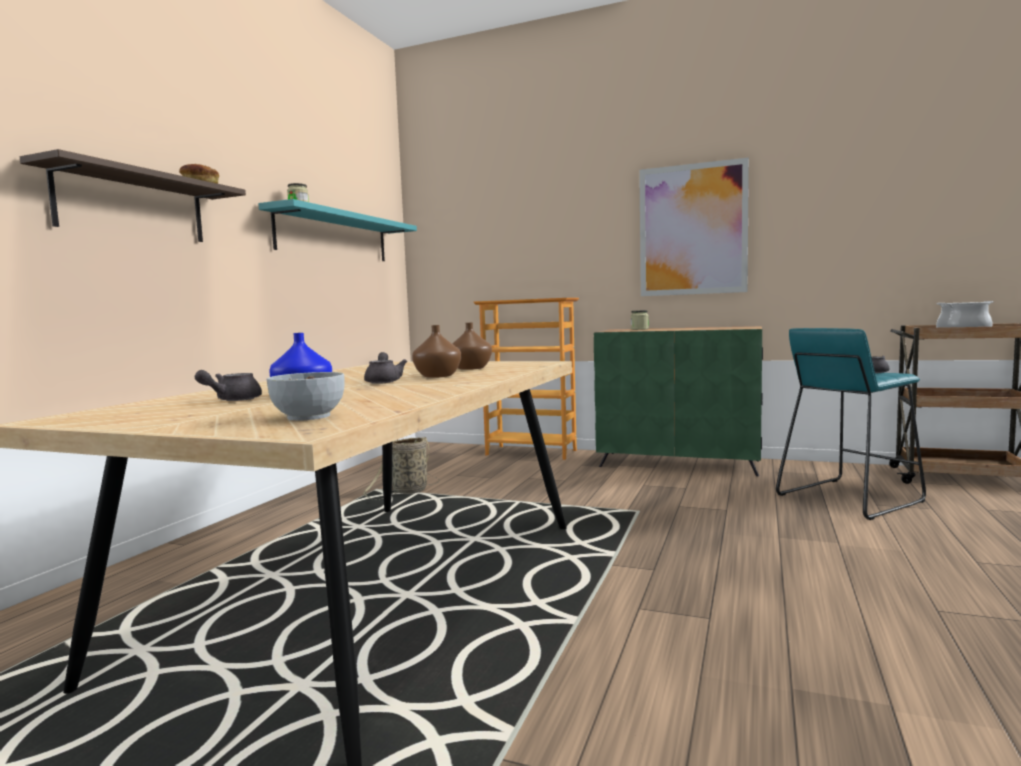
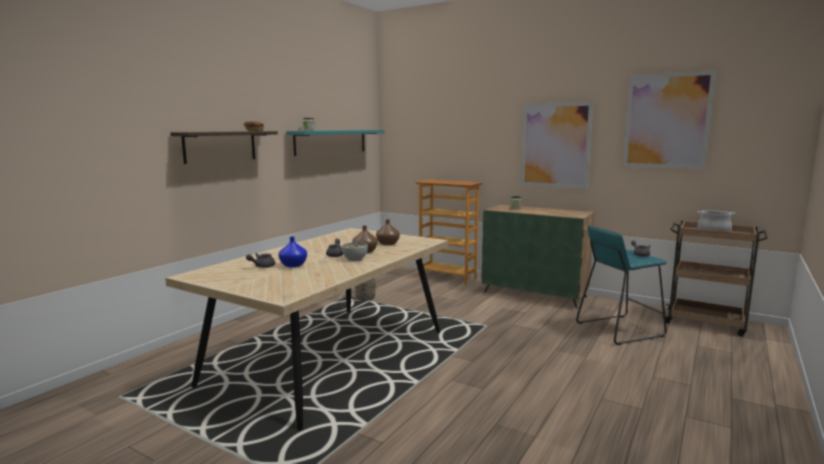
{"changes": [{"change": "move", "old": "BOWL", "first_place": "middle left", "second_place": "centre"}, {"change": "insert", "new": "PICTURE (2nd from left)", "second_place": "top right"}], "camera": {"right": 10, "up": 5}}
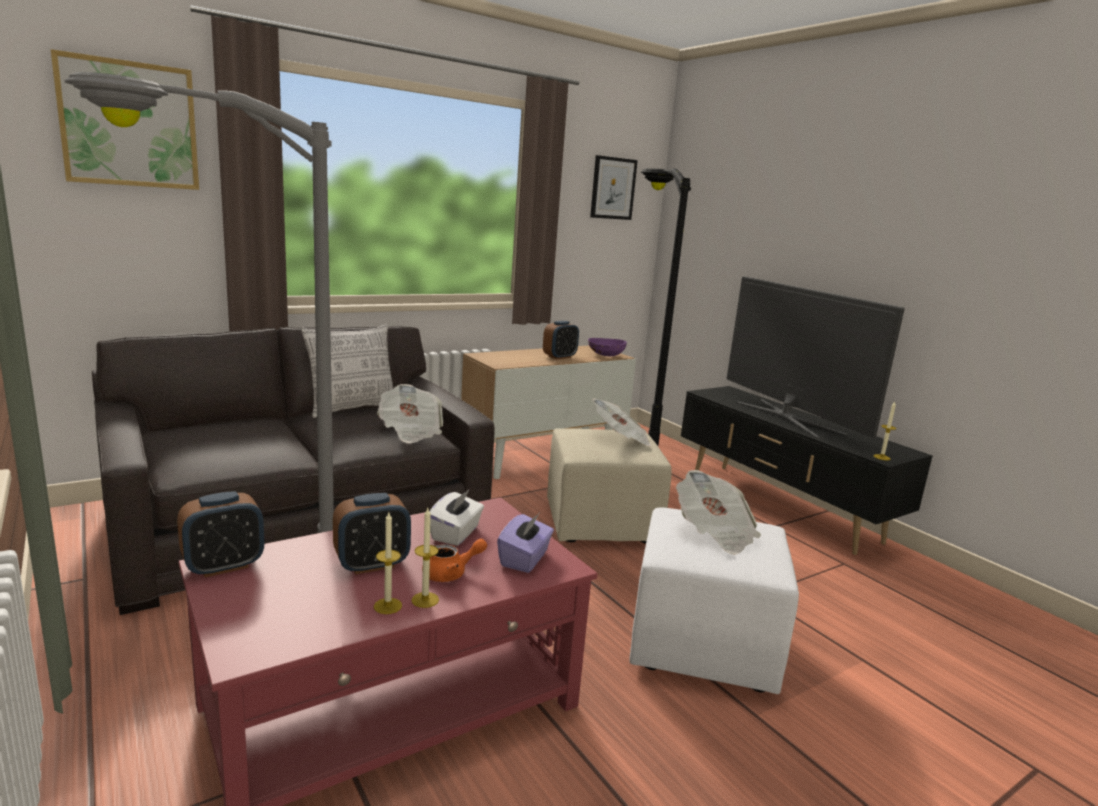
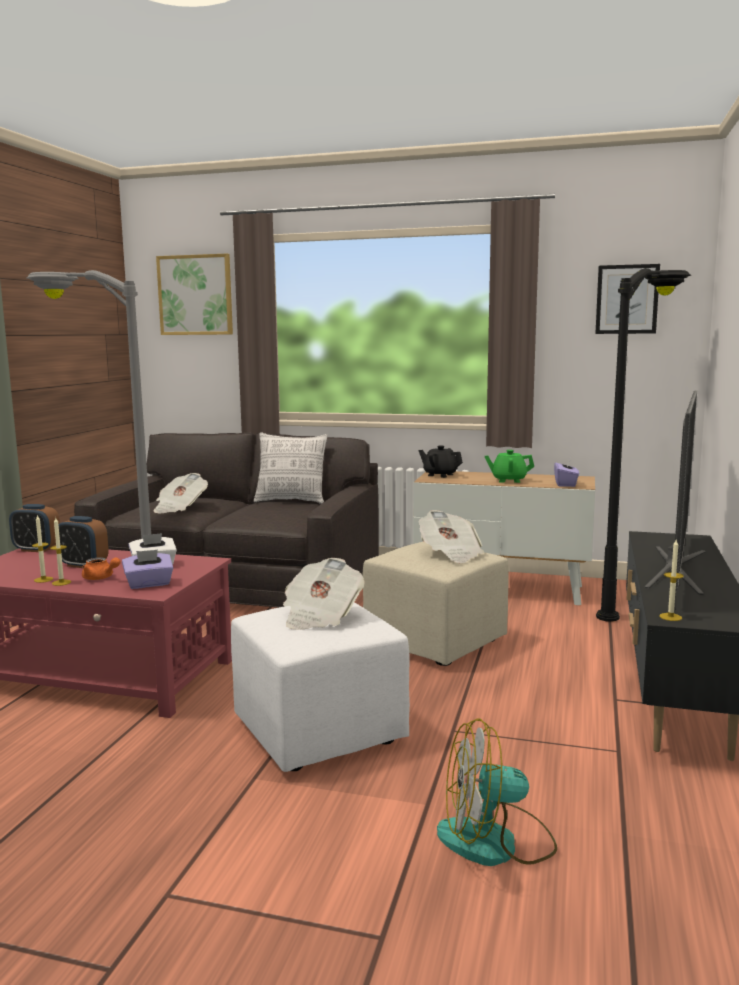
{"changes": [{"change": "replace", "old": "ALARM CLOCK (3rd from left)", "new": "GREEN TEAPOT", "first_place": "centre", "second_place": "middle right"}, {"change": "replace", "old": "PURPLE BOWL", "new": "PURPLE TISSUE BOX (2nd from left)", "first_place": "centre", "second_place": "middle right"}, {"change": "move", "old": "NEWSPAPER (1st from left)", "first_place": "centre", "second_place": "middle left"}, {"change": "insert", "new": "BLACK TEAPOT", "second_place": "centre"}, {"change": "insert", "new": "FAN", "second_place": "bottom right"}], "camera": {"right": 50, "up": -5}}
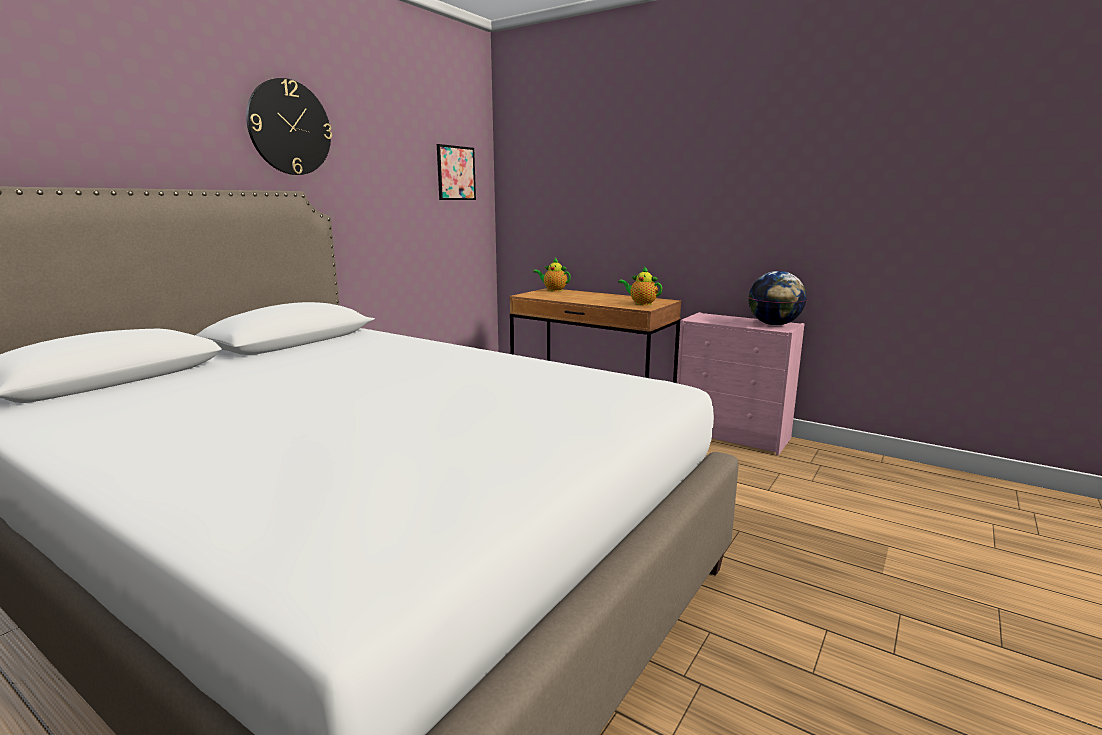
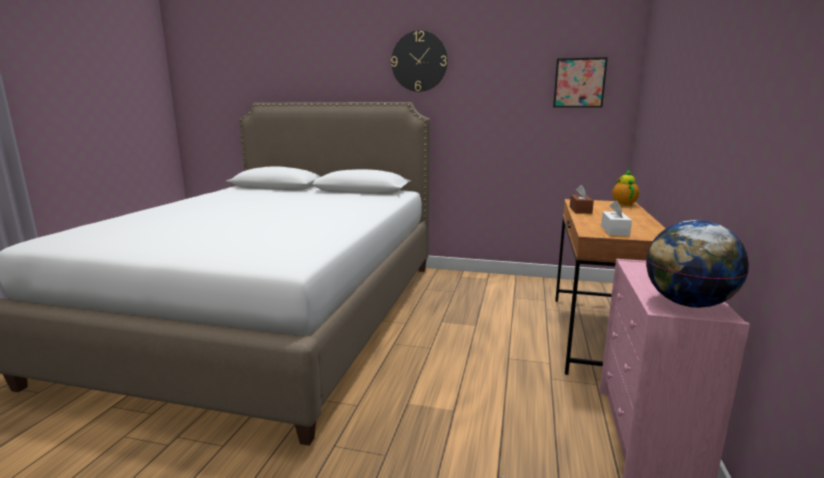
{"changes": [{"change": "replace", "old": "TEAPOT (2nd from left)", "new": "WHITE TISSUE BOX", "first_place": "centre", "second_place": "middle right"}, {"change": "insert", "new": "BROWN TISSUE BOX", "second_place": "middle right"}], "camera": {"right": 70, "up": 0}}
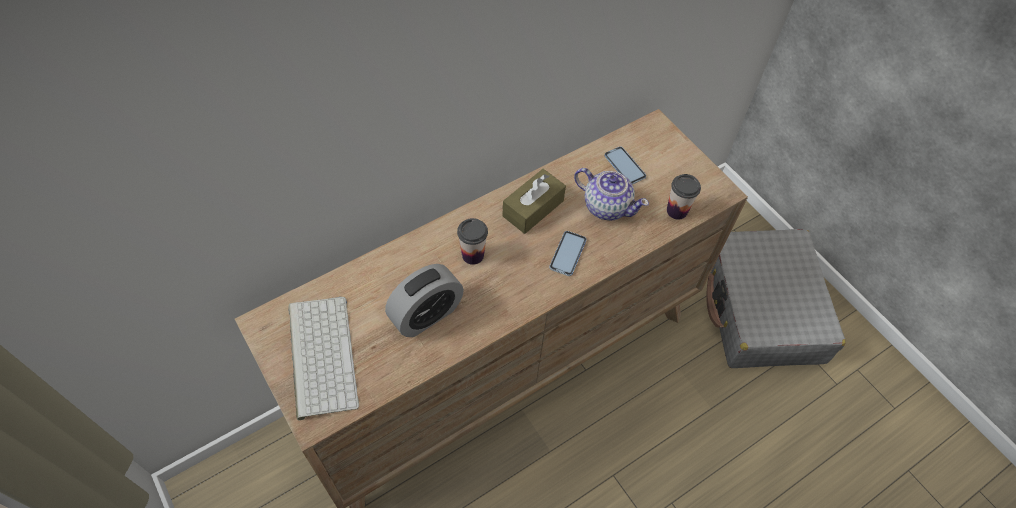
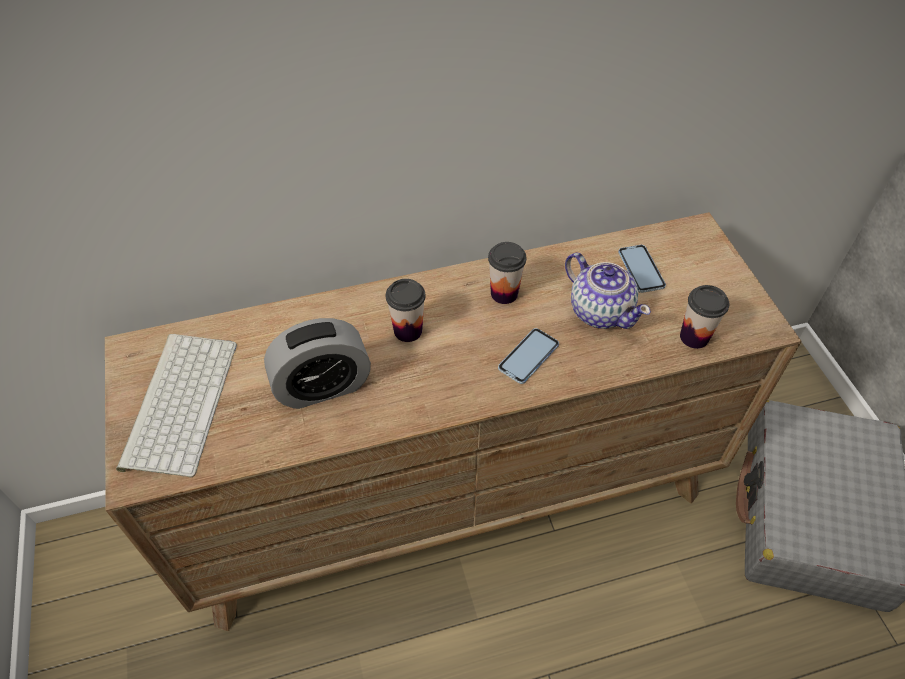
{"changes": [{"change": "replace", "old": "BROWN TISSUE BOX", "new": "CUP (2nd from left)", "first_place": "centre", "second_place": "centre"}], "camera": {"right": 20, "up": -5}}
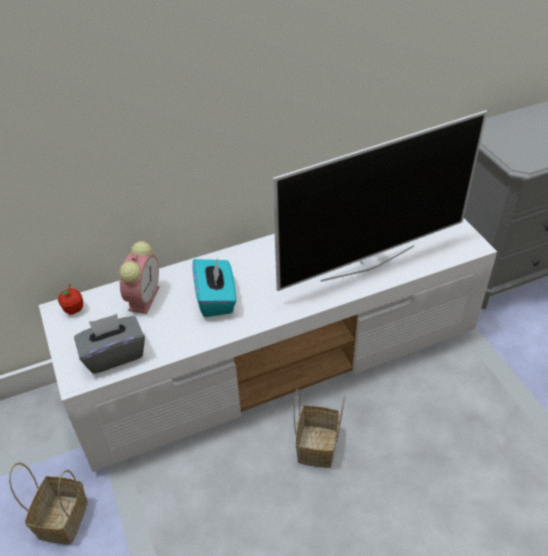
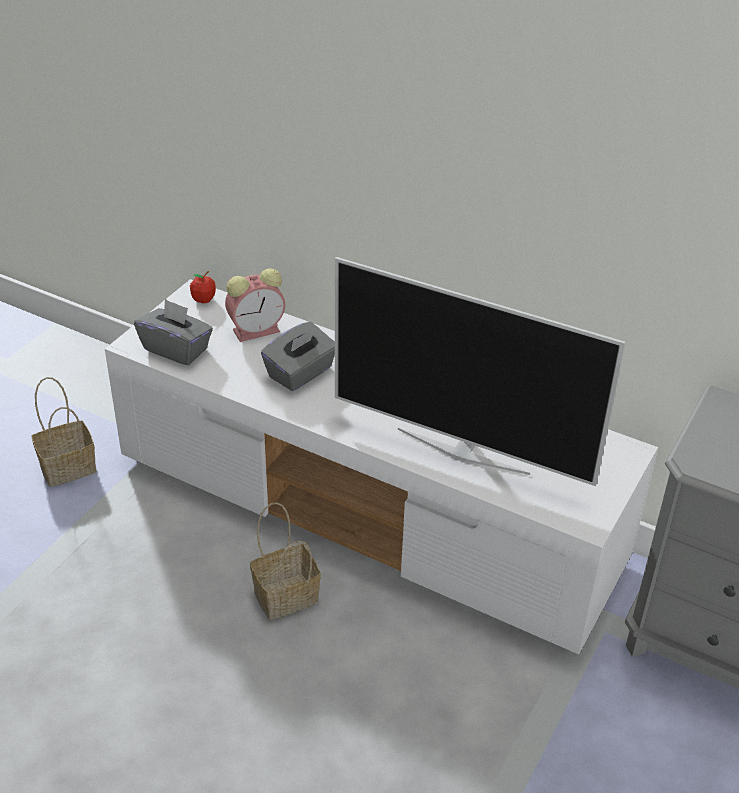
{"changes": [{"change": "recolor", "old": "TURQUOISE TISSUE BOX", "new": "GREY TISSUE BOX (2nd from left)", "first_place": "centre", "second_place": "centre"}], "camera": {"right": 50, "up": -5}}
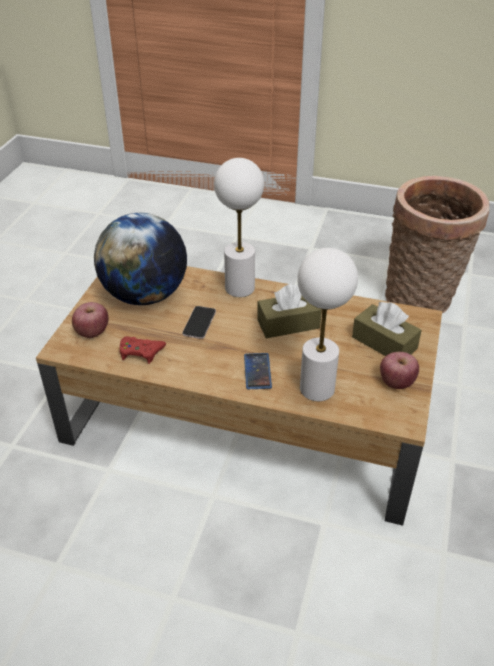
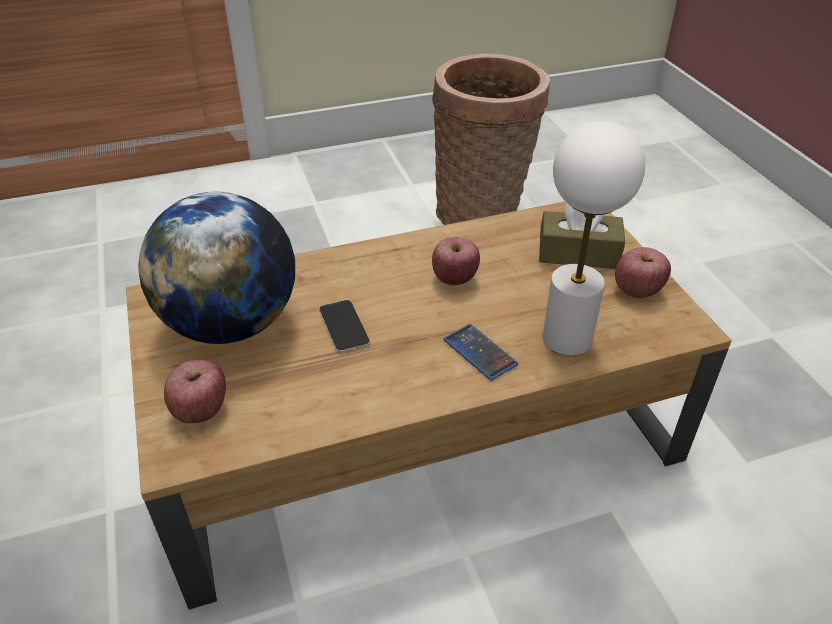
{"changes": [{"change": "delete", "old": "WHITE TABLE LAMP (1st from left)", "first_place": "centre"}, {"change": "replace", "old": "BROWN TISSUE BOX (1st from left)", "new": "APPLE (2nd from left)", "first_place": "centre", "second_place": "centre"}, {"change": "delete", "old": "RED GAME CONTROLLER", "first_place": "middle left"}], "camera": {"right": -35, "up": 0}}
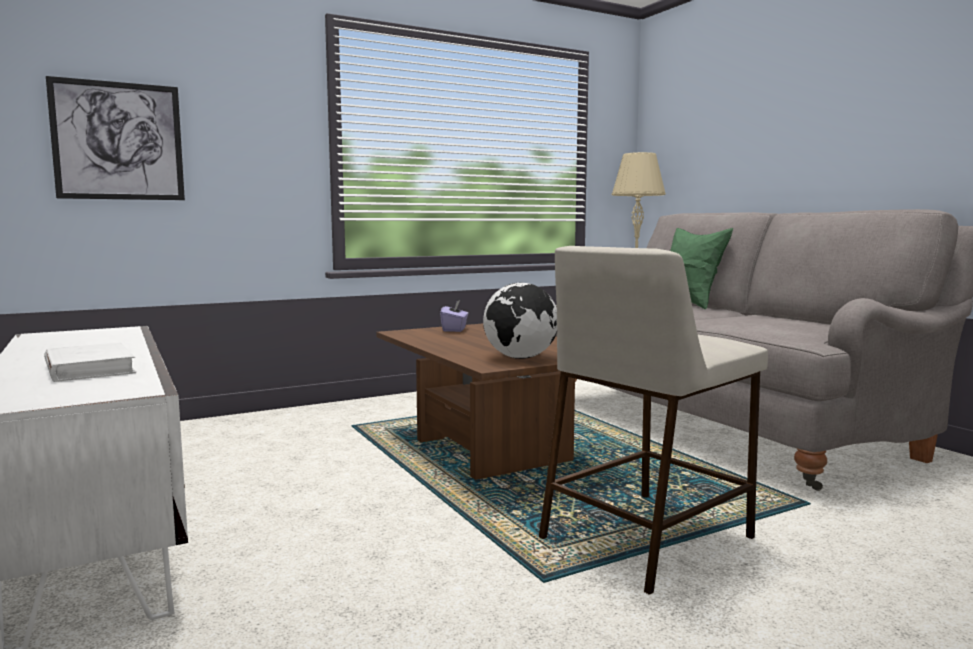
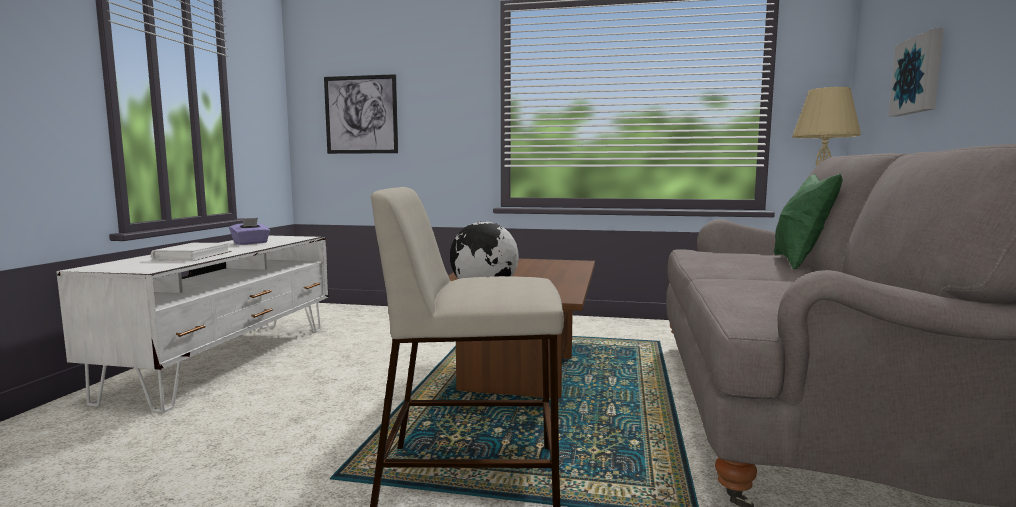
{"changes": [{"change": "move", "old": "PURPLE TISSUE BOX", "first_place": "centre", "second_place": "middle left"}, {"change": "insert", "new": "PICTURE (2nd from left)", "second_place": "top right"}], "camera": {"right": 40, "up": 0}}
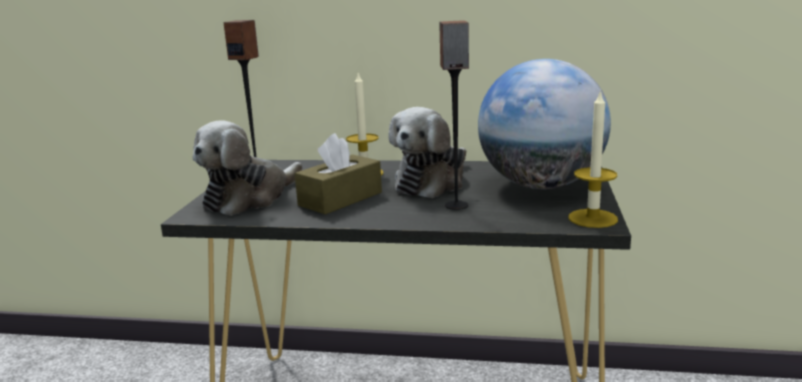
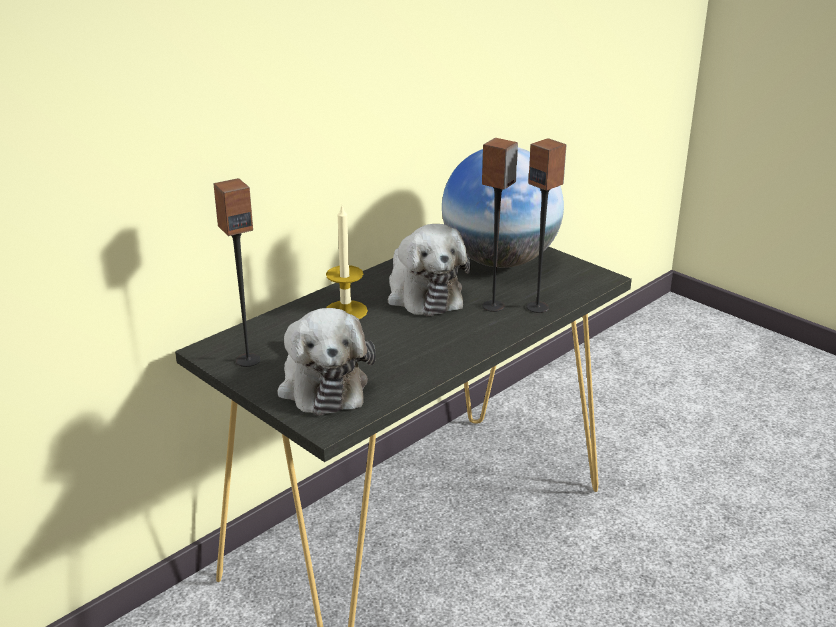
{"changes": [{"change": "delete", "old": "CANDLE (2nd from left)", "first_place": "middle right"}, {"change": "delete", "old": "BROWN TISSUE BOX", "first_place": "centre"}, {"change": "insert", "new": "SPEAKER (3rd from left)", "second_place": "centre"}], "camera": {"right": -55, "up": 10}}
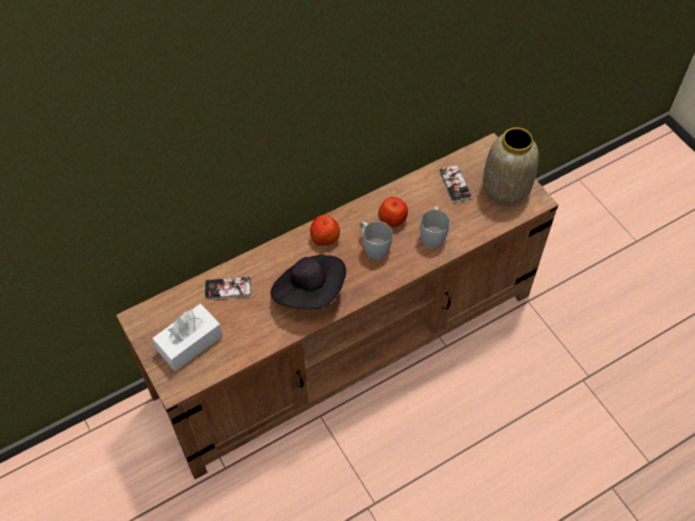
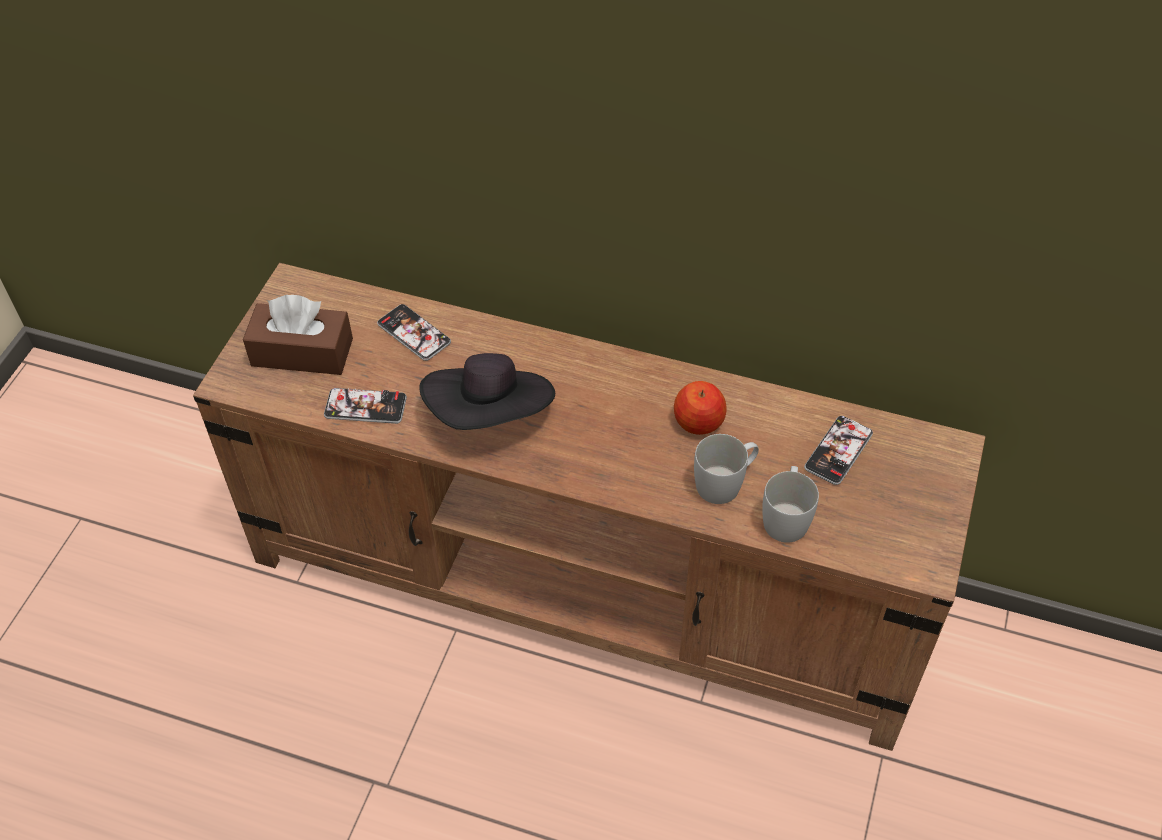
{"changes": [{"change": "delete", "old": "VASE", "first_place": "top right"}, {"change": "delete", "old": "APPLE (1st from left)", "first_place": "centre"}, {"change": "move", "old": "WHITE MUG (1st from left in the first image)", "new": "WHITE MUG (2nd from left)", "first_place": "centre", "second_place": "middle right"}, {"change": "recolor", "old": "WHITE TISSUE BOX", "new": "BROWN TISSUE BOX", "first_place": "middle left", "second_place": "middle left"}, {"change": "insert", "new": "PHONE (1st from left)", "second_place": "middle left"}], "camera": {"right": 50, "up": -5}}
